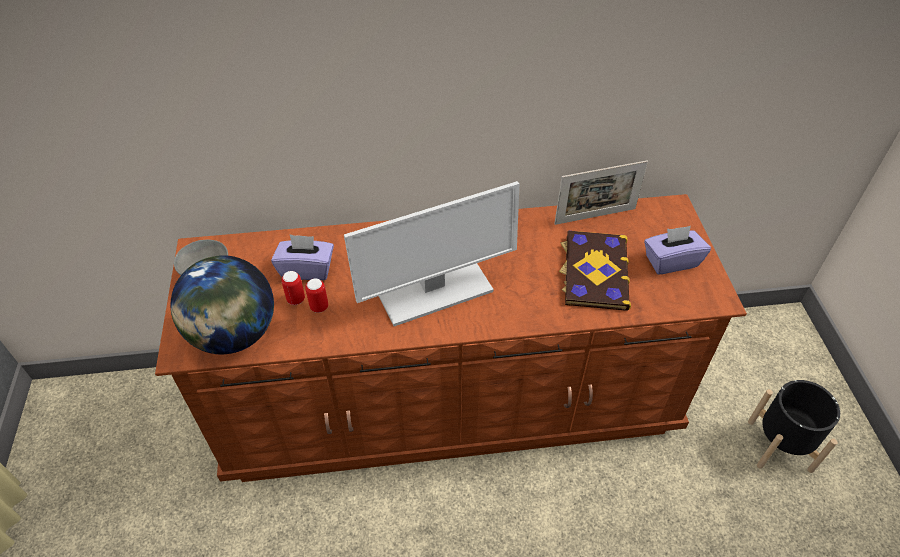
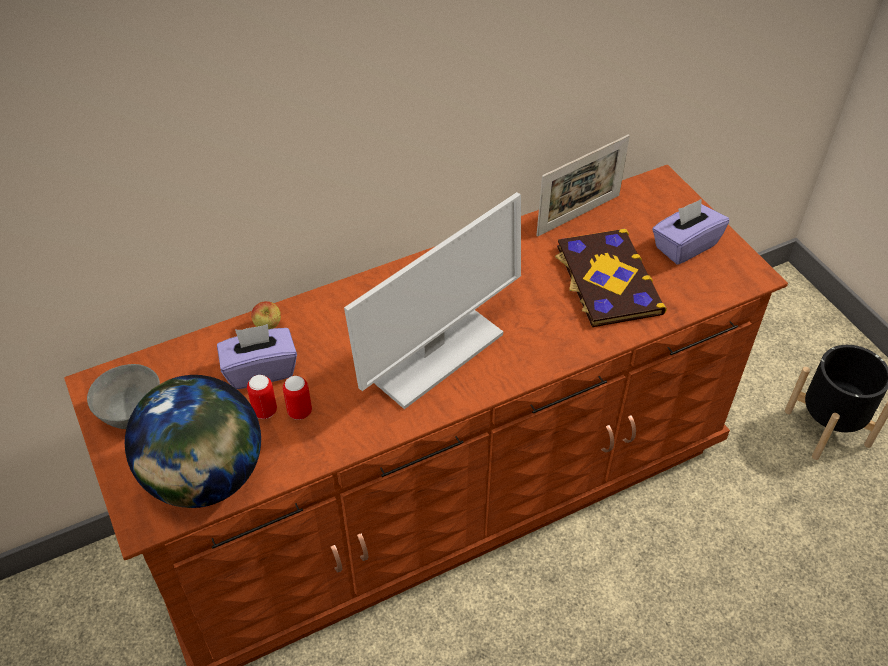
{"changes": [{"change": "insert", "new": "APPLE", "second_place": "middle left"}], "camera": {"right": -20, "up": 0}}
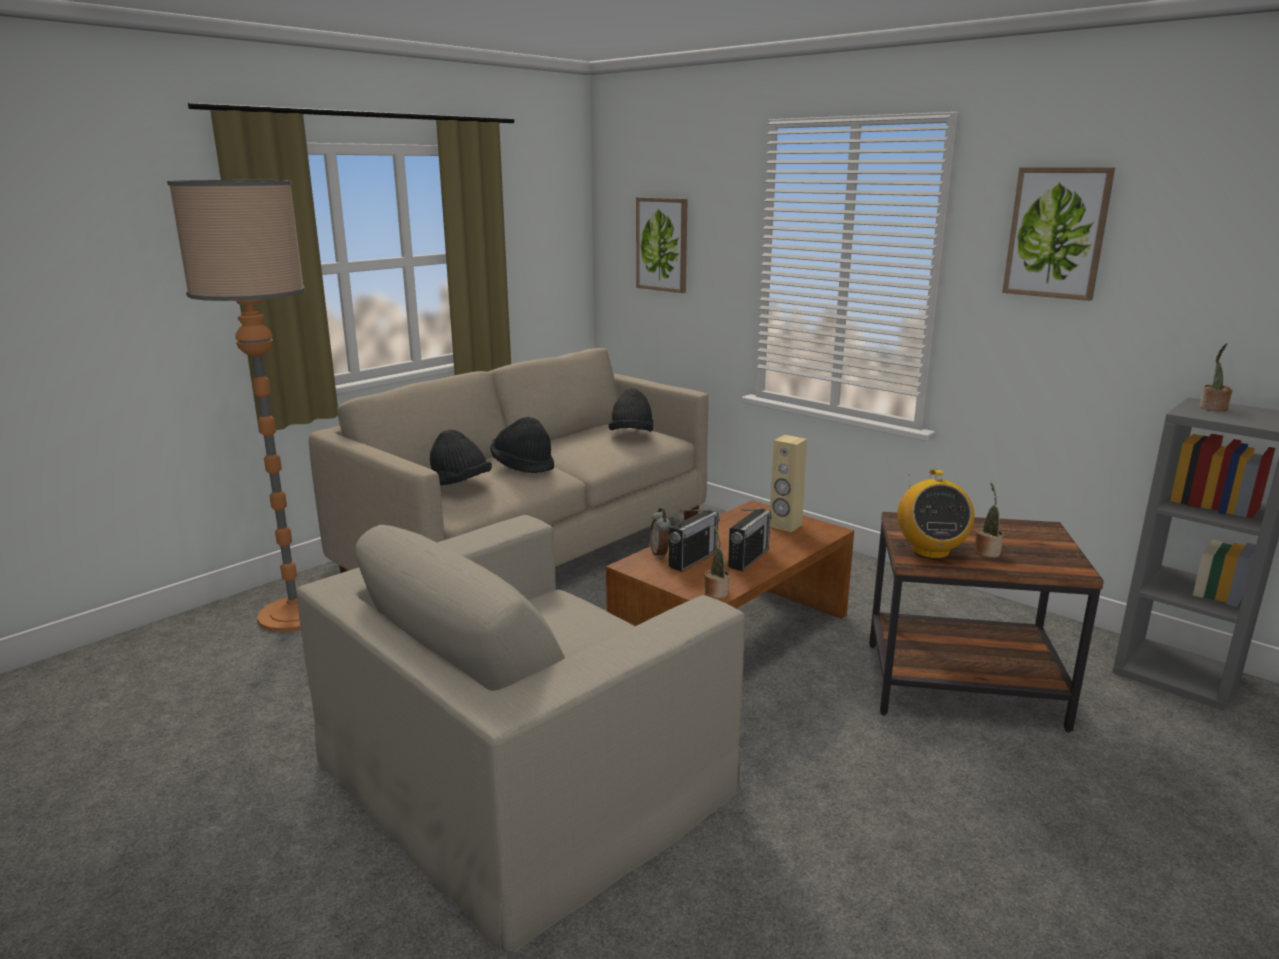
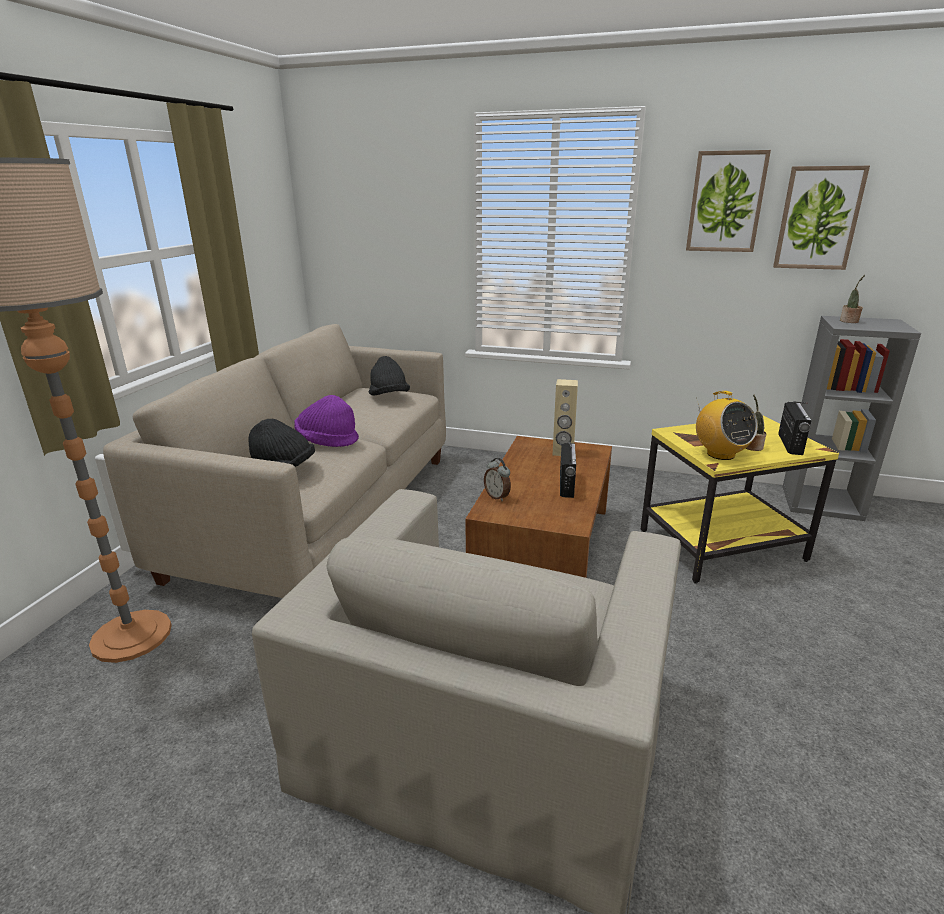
{"changes": [{"change": "move", "old": "PICTURE (1st from left in the first image)", "new": "PICTURE (2nd from left)", "first_place": "top centre", "second_place": "top right"}, {"change": "recolor", "old": "BLACK HAT (2nd from left)", "new": "PURPLE HAT", "first_place": "centre", "second_place": "centre"}, {"change": "move", "old": "RADIO (1st from left in the first image)", "new": "RADIO (3rd from left)", "first_place": "centre", "second_place": "middle right"}, {"change": "recolor", "old": "BROWN SIDE TABLE", "new": "YELLOW SIDE TABLE", "first_place": "middle right", "second_place": "middle right"}, {"change": "delete", "old": "POTTED PLANT (1st from left)", "first_place": "centre"}], "camera": {"right": -25, "up": 5}}
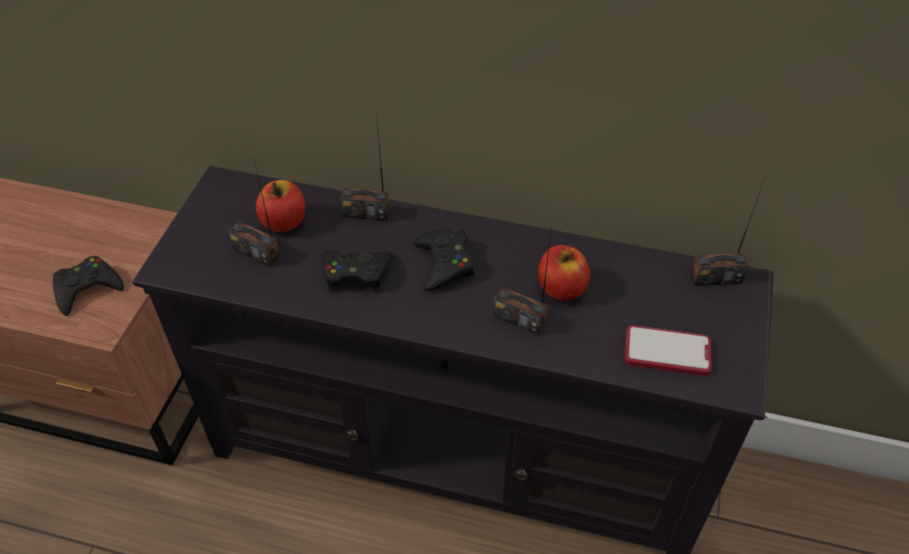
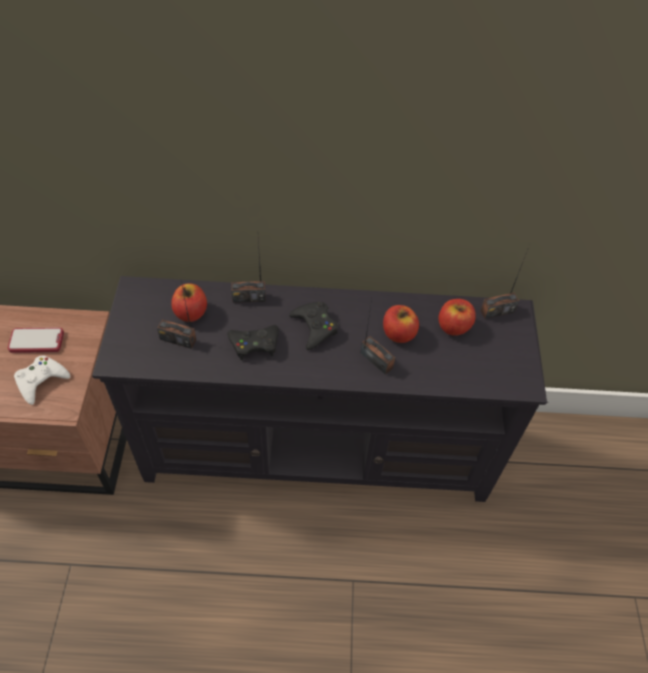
{"changes": [{"change": "rotate", "old": "RADIO (3rd from left)", "first_place": "centre", "second_place": "centre", "degrees": -150}, {"change": "recolor", "old": "BLACK GAME CONTROLLER (1st from left)", "new": "WHITE GAME CONTROLLER", "first_place": "middle left", "second_place": "middle left"}, {"change": "move", "old": "PHONE", "first_place": "middle right", "second_place": "middle left"}, {"change": "insert", "new": "APPLE (3rd from left)", "second_place": "middle right"}], "camera": {"right": -15, "up": 5}}
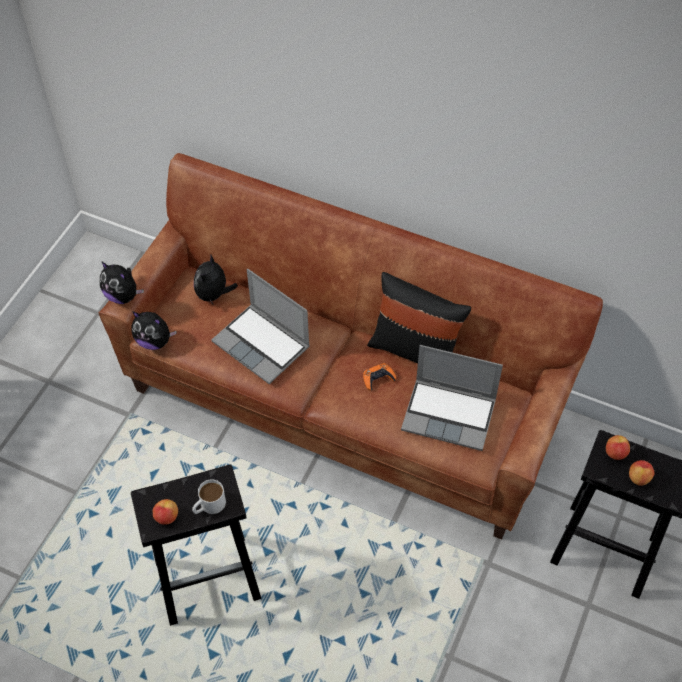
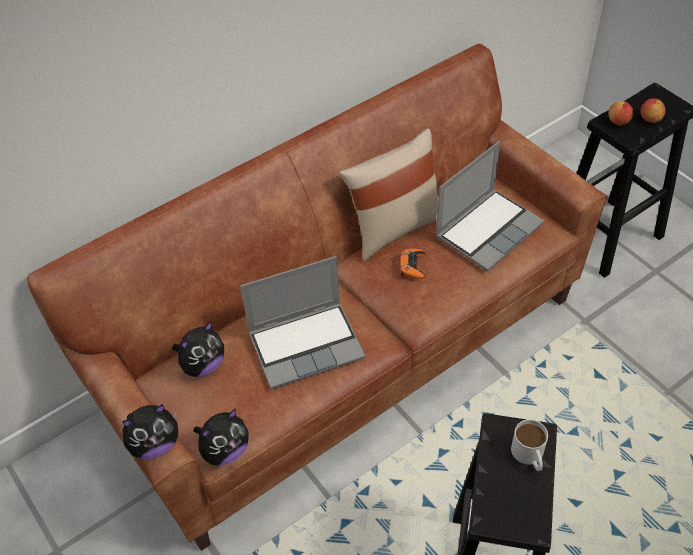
{"changes": [{"change": "rotate", "old": "PLUSH TOY (3rd from left in the first image)", "first_place": "middle left", "second_place": "middle left", "degrees": -90}, {"change": "recolor", "old": "BLACK PILLOW", "new": "BEIGE PILLOW", "first_place": "centre", "second_place": "centre"}, {"change": "delete", "old": "APPLE (1st from left)", "first_place": "bottom left"}], "camera": {"right": -60, "up": -5}}
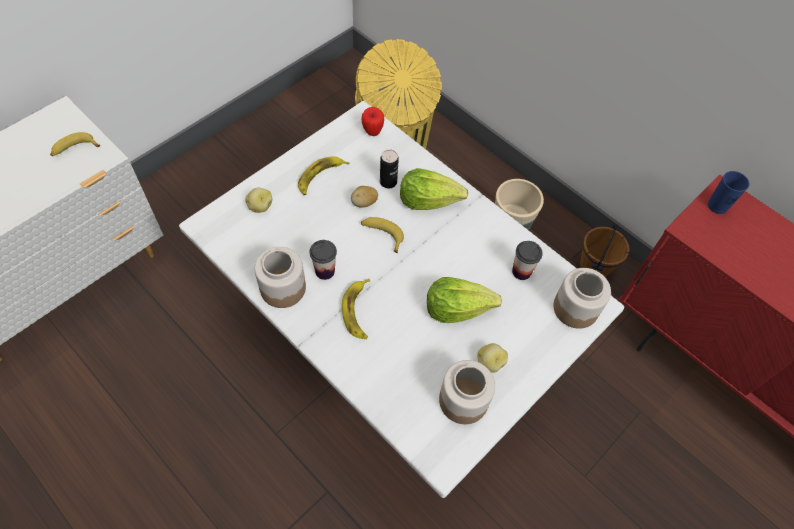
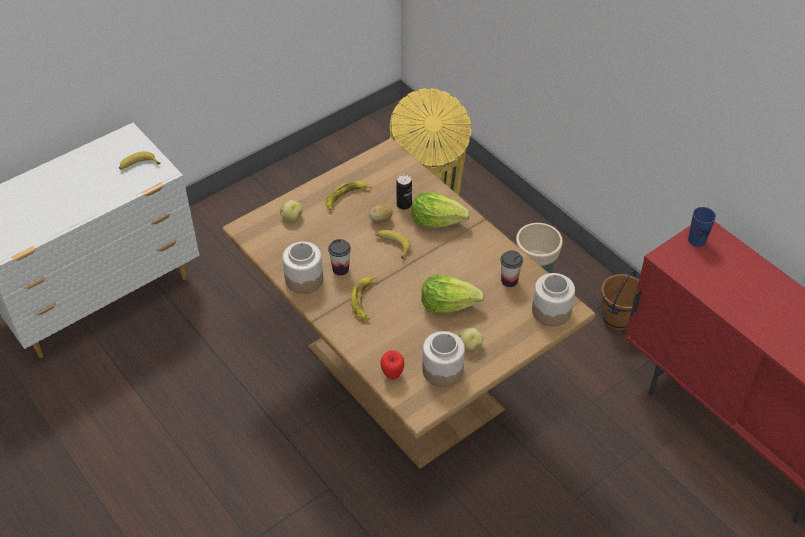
{"changes": [{"change": "recolor", "old": "WHITE DINING TABLE", "new": "BROWN DINING TABLE", "first_place": "centre", "second_place": "centre"}, {"change": "move", "old": "APPLE", "first_place": "top centre", "second_place": "bottom centre"}], "camera": {"right": 10, "up": -10}}
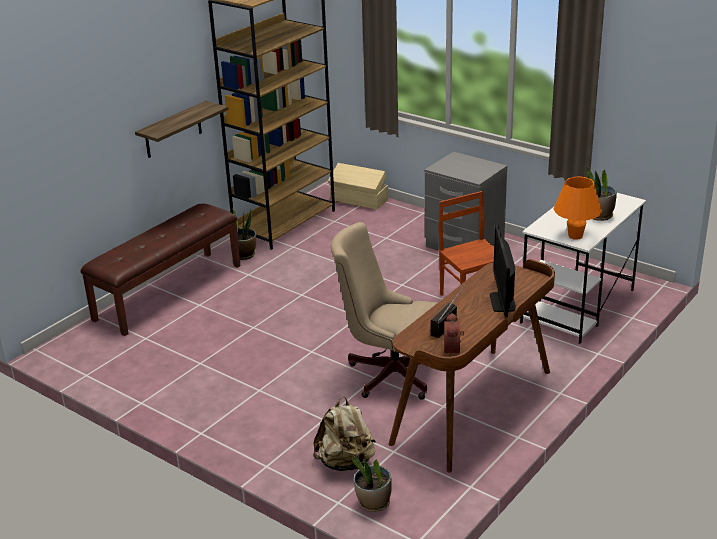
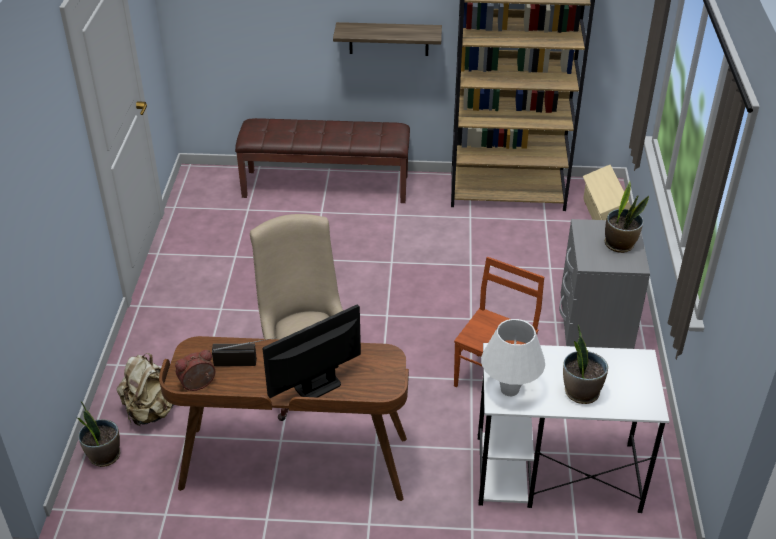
{"changes": [{"change": "recolor", "old": "ORANGE TABLE LAMP", "new": "WHITE TABLE LAMP", "first_place": "middle right", "second_place": "centre"}, {"change": "move", "old": "POTTED PLANT (1st from left in the first image)", "new": "POTTED PLANT (3rd from left)", "first_place": "centre", "second_place": "middle right"}], "camera": {"right": 55, "up": 10}}
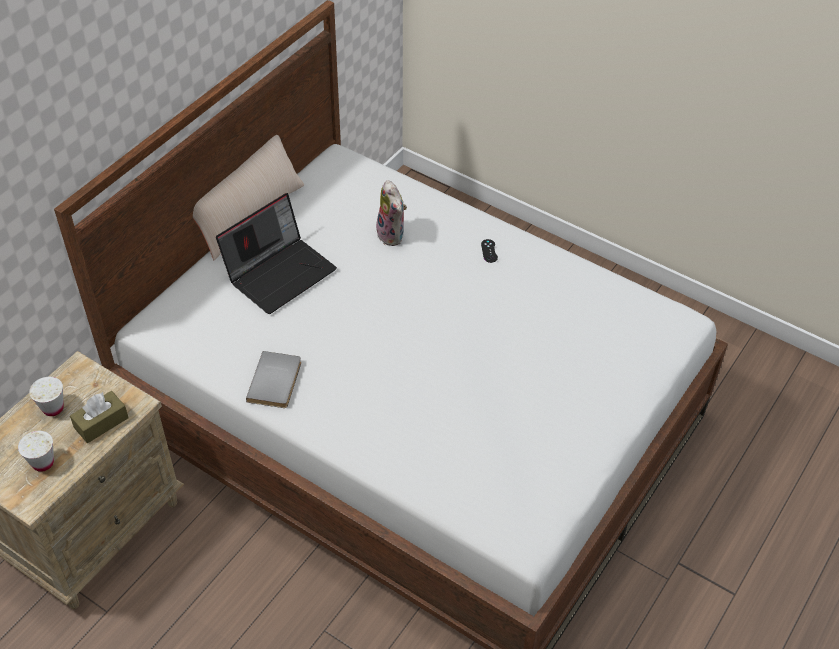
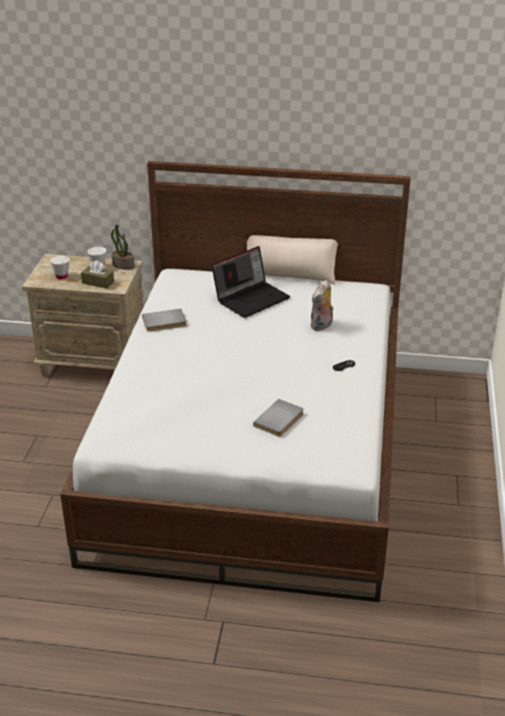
{"changes": [{"change": "rotate", "old": "LAPTOP", "first_place": "middle left", "second_place": "centre", "degrees": -60}, {"change": "insert", "new": "POTTED PLANT", "second_place": "middle left"}, {"change": "insert", "new": "GREY BOOK (2nd from left)", "second_place": "centre"}], "camera": {"right": 65, "up": -15}}
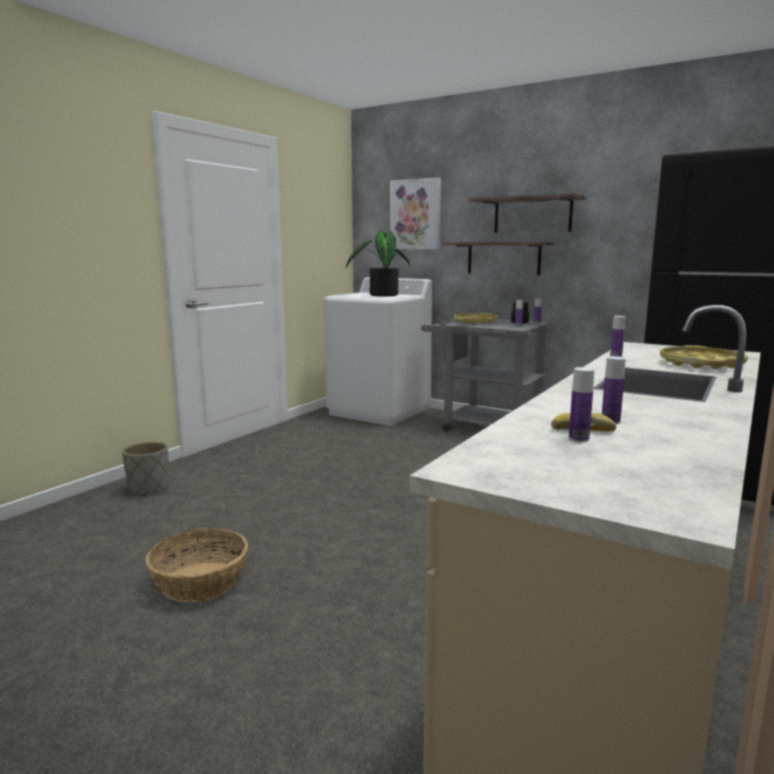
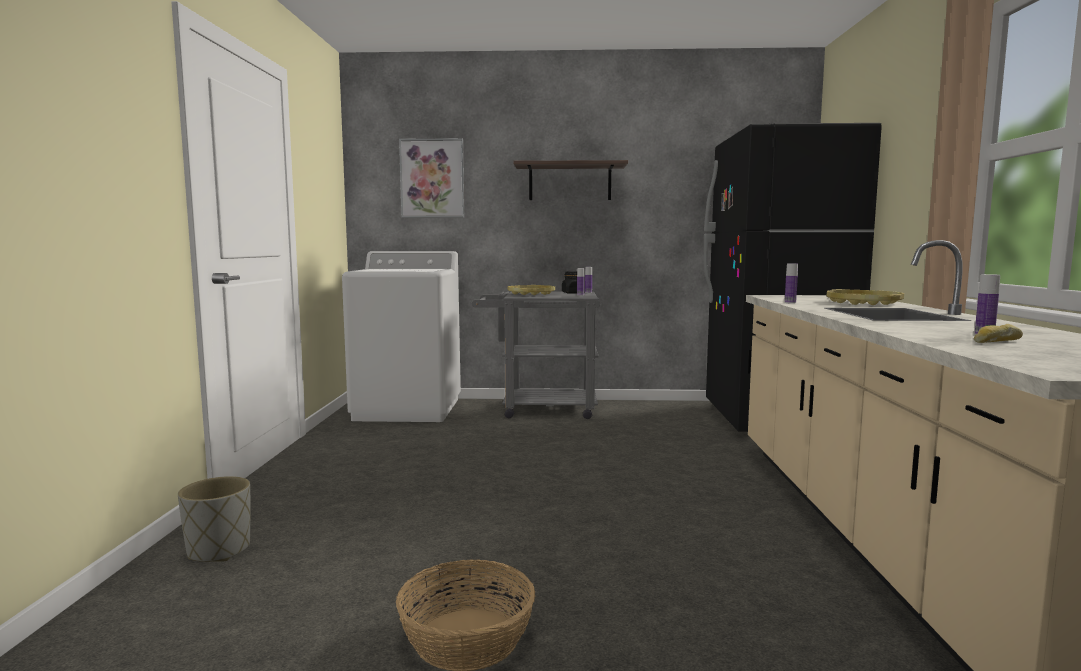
{"changes": [{"change": "delete", "old": "POTTED PLANT", "first_place": "centre"}, {"change": "delete", "old": "SHELF (1st from left)", "first_place": "centre"}, {"change": "delete", "old": "BOTTLE (3rd from left)", "first_place": "middle right"}], "camera": {"right": -30, "up": -5}}
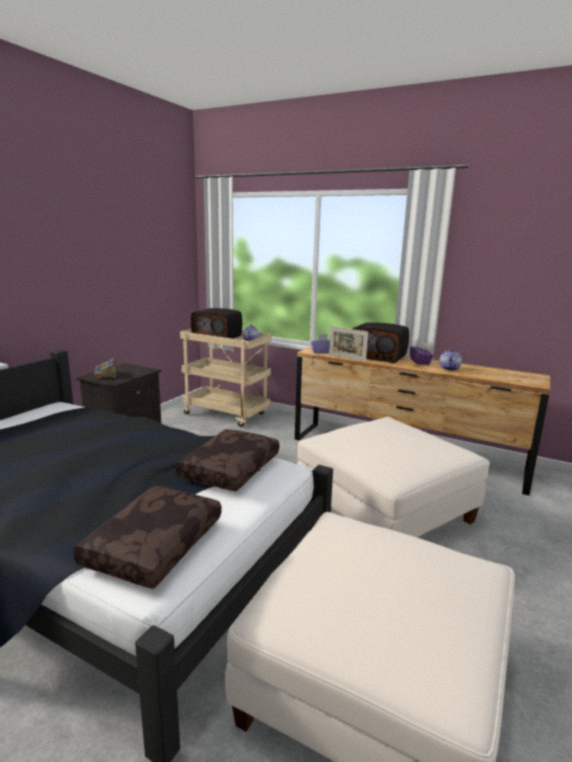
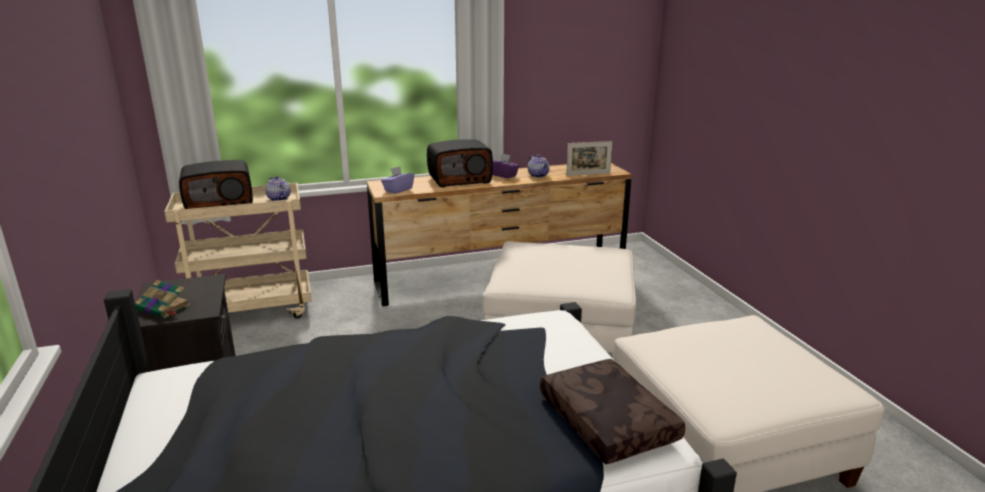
{"changes": [{"change": "move", "old": "PICTURE FRAME", "first_place": "centre", "second_place": "top centre"}, {"change": "delete", "old": "BROWN PILLOW (2nd from left)", "first_place": "centre"}], "camera": {"right": -45, "up": 5}}
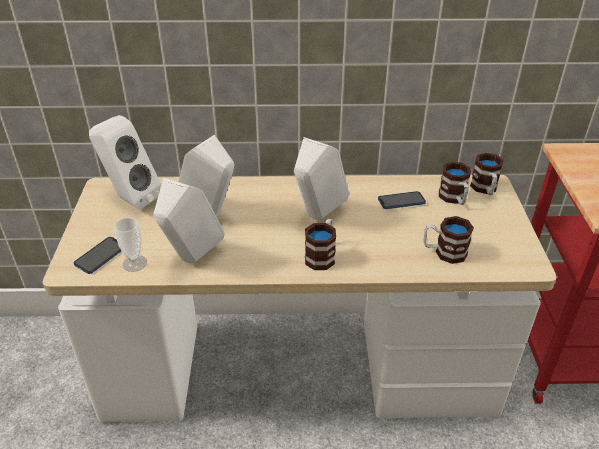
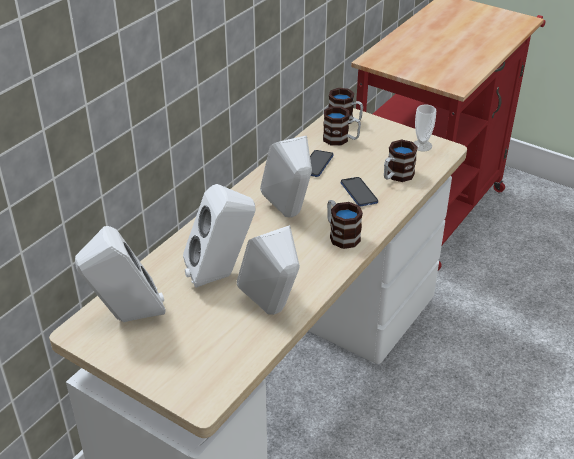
{"changes": [{"change": "move", "old": "CUP", "first_place": "middle left", "second_place": "top right"}, {"change": "move", "old": "PHONE (1st from left in the first image)", "new": "PHONE (2nd from left)", "first_place": "middle left", "second_place": "centre"}], "camera": {"right": -55, "up": 0}}
